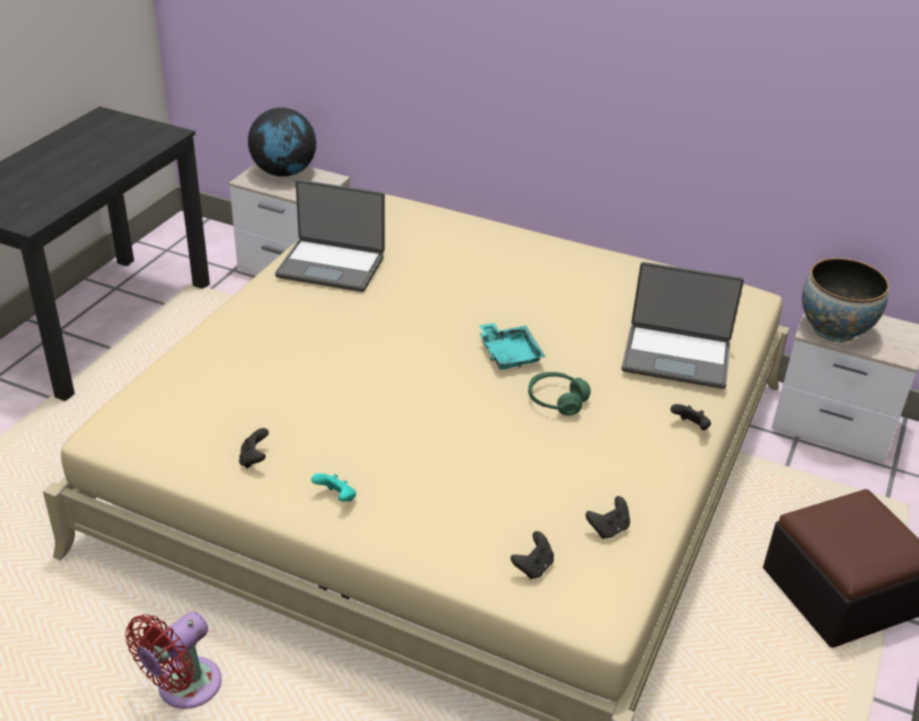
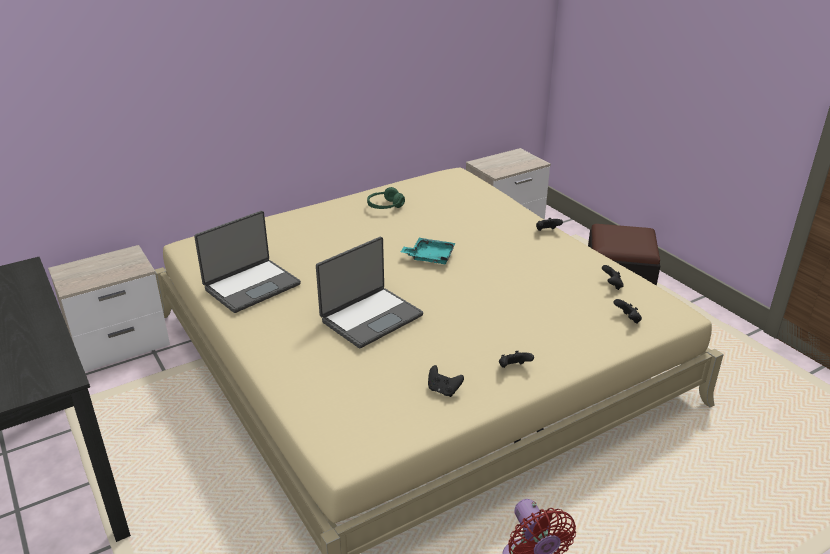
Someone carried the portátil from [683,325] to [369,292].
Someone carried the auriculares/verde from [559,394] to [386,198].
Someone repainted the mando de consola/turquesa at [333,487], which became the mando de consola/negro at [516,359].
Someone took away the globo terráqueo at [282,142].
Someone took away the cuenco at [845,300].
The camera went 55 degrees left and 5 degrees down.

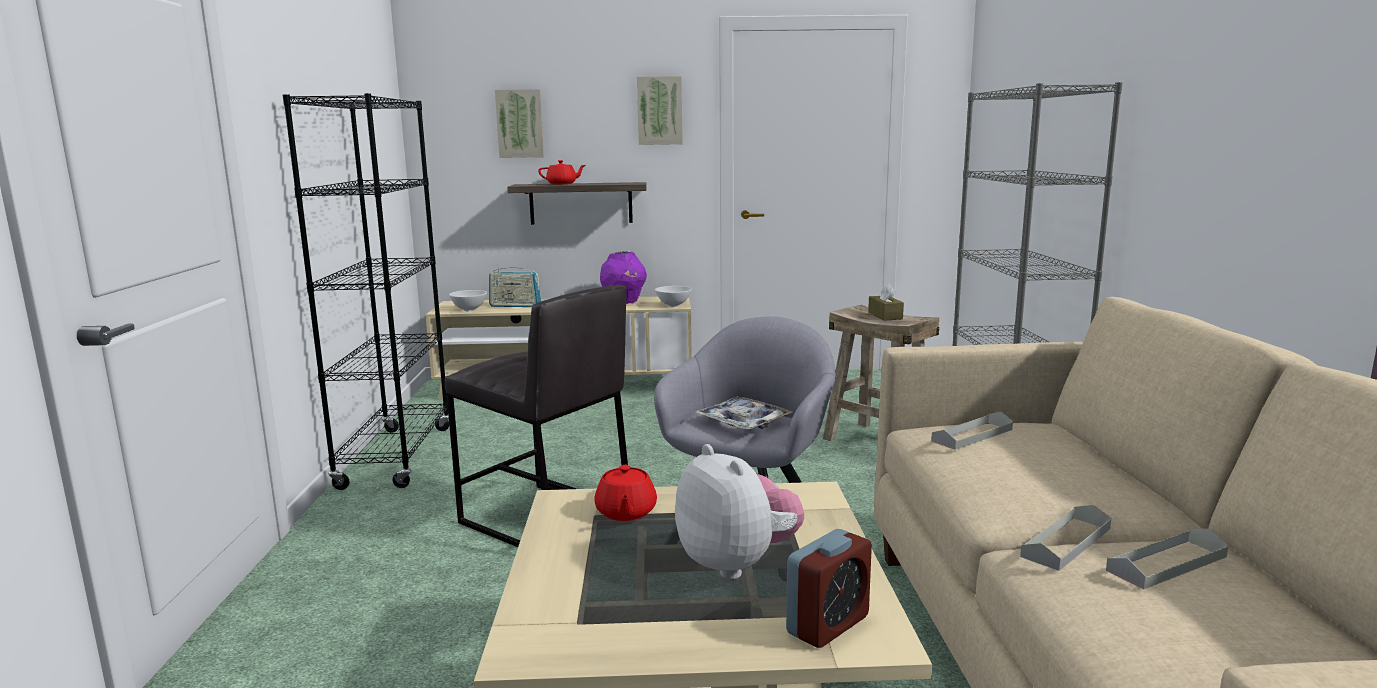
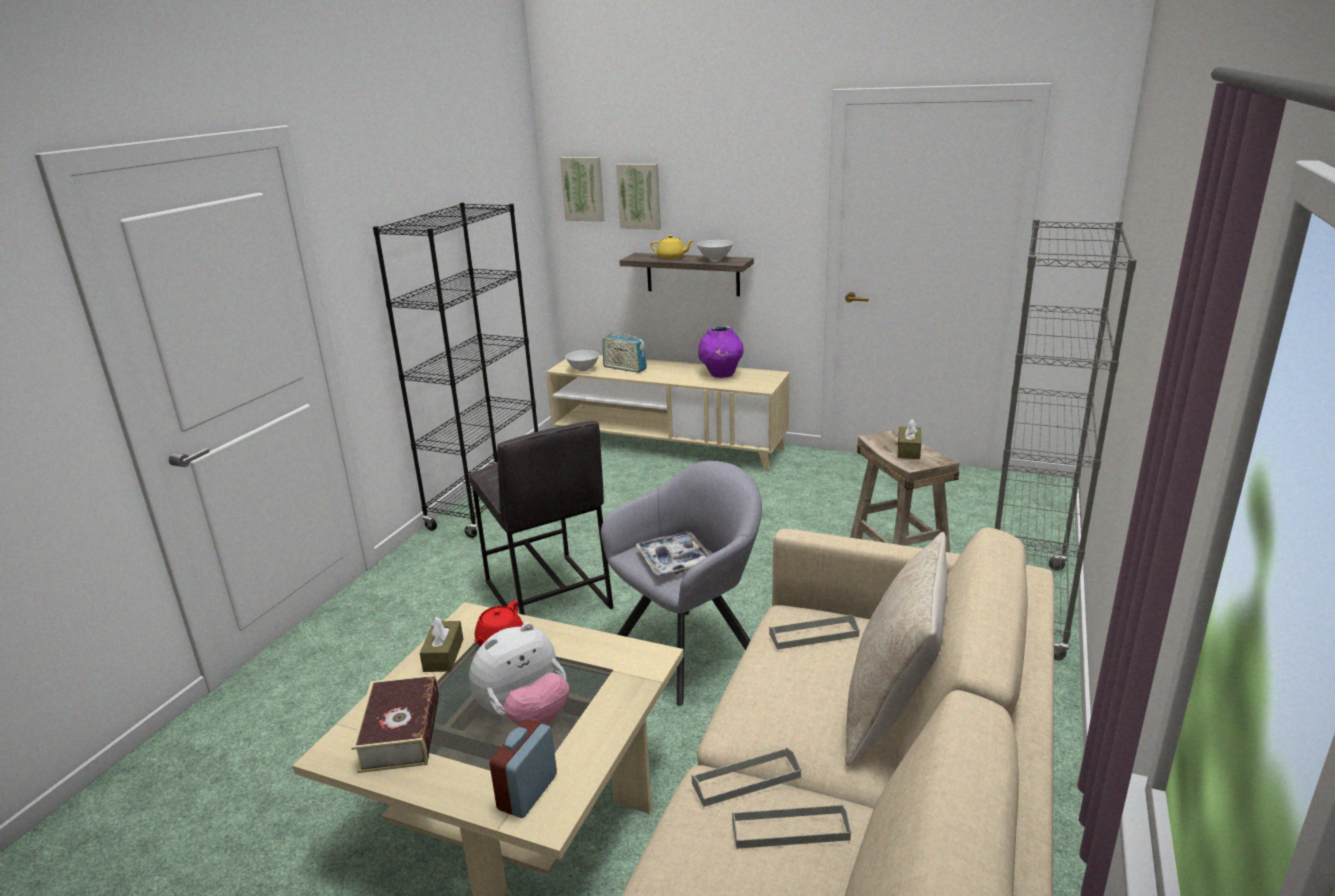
Someone put down the libro at [395,723].
Someone put down the caja de pañuelos/marrón at [441,644].
Someone rotated the peluche at [739,512] by 60 degrees clockwise.
Someone rotated the despertador at [829,588] by 135 degrees clockwise.
Someone carried the cuadro from [660,110] to [582,189].
Someone repainted the tetera/rojo at [562,172], which became the tetera/amarillo at [672,247].
Someone carried the cuenco/blanco from [673,296] to [715,250].
Someone put down the cojín/beis at [896,649].
The camera went 25 degrees right and 10 degrees up.

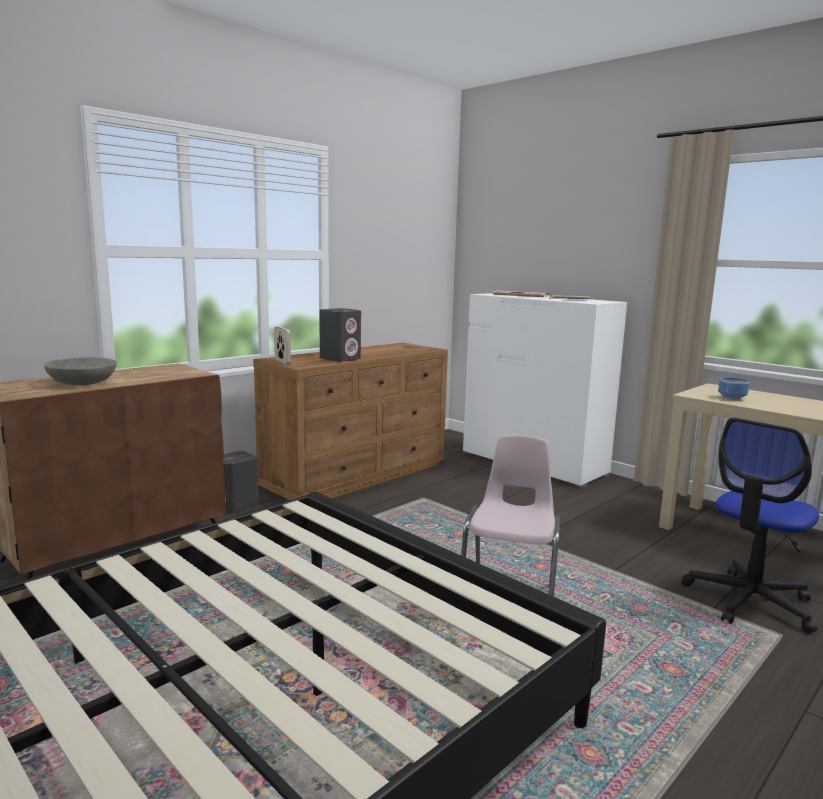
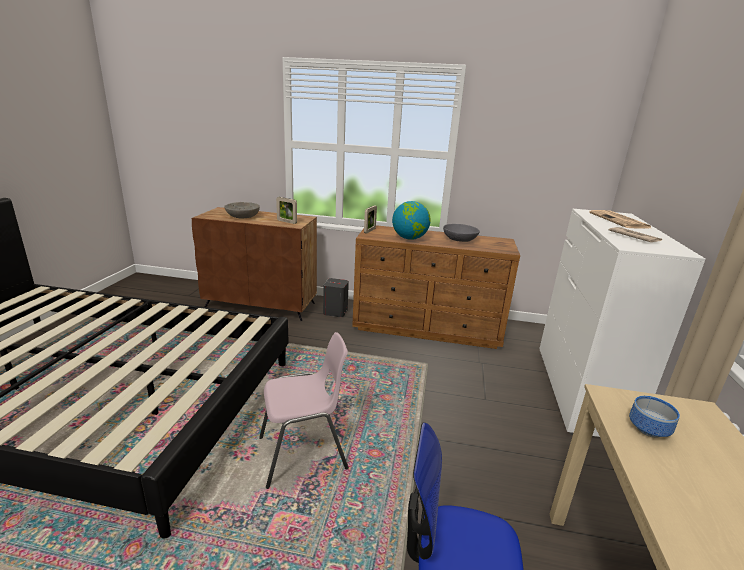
Someone put down the portarretratos at [286,210].
Someone swapped the altavoz/gris at [340,335] for the globo terráqueo at [411,220].
Someone put down the cuenco/gris at [461,233].
The camera went 55 degrees right and 10 degrees up.

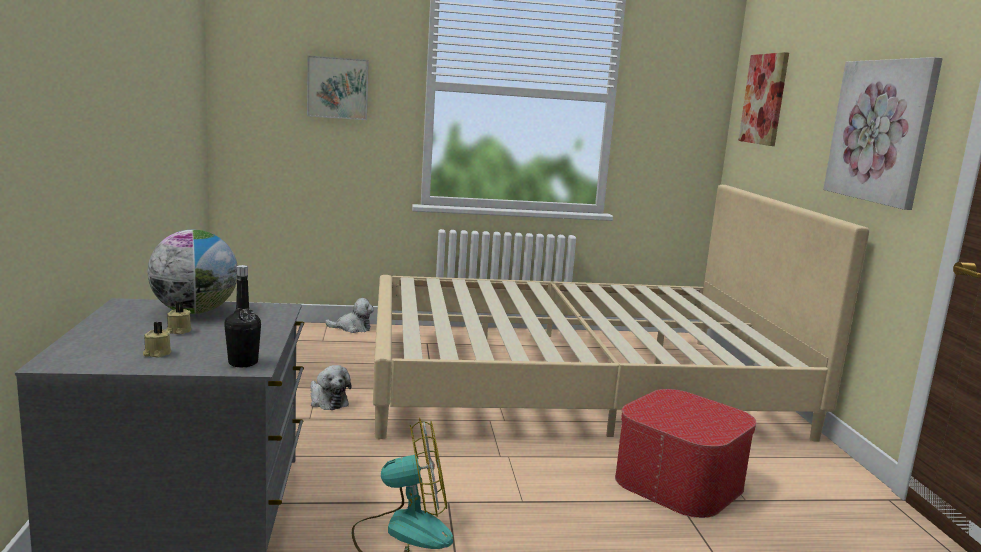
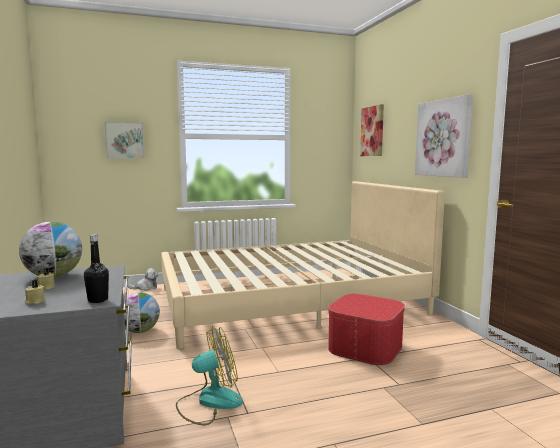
Someone swapped the peluche at [331,387] for the globo terráqueo at [141,313].
The camera went 10 degrees left and 5 degrees down.

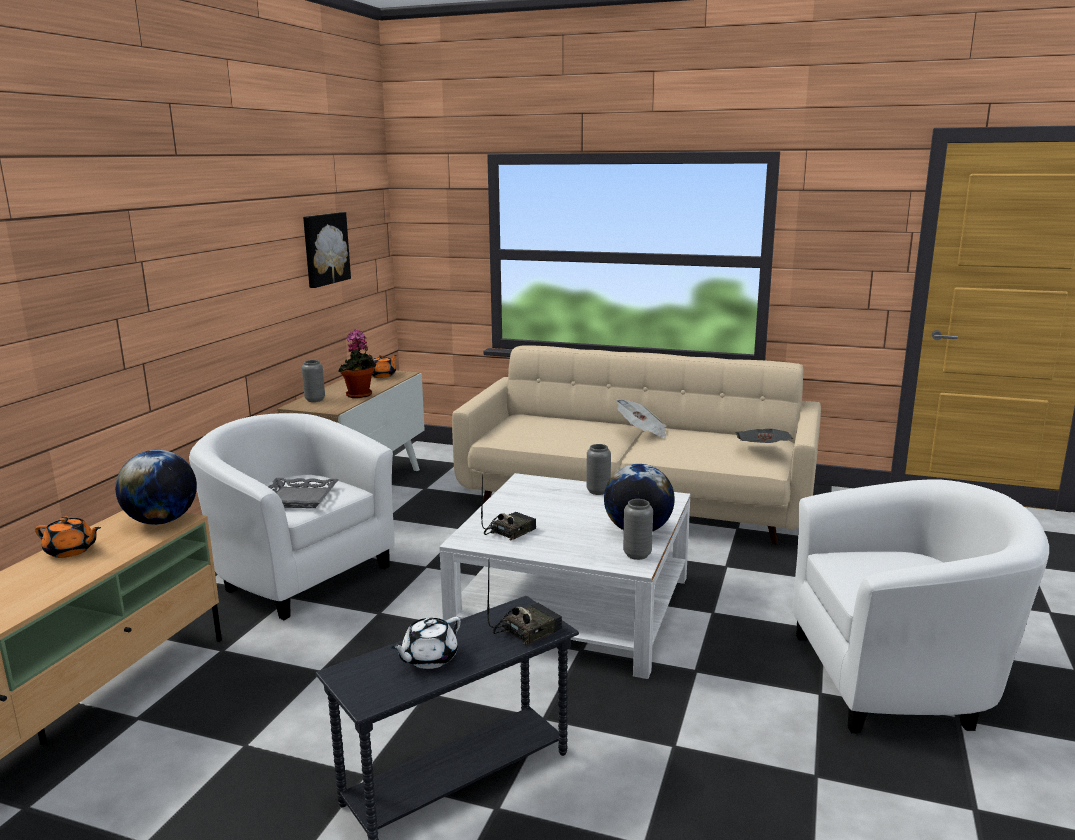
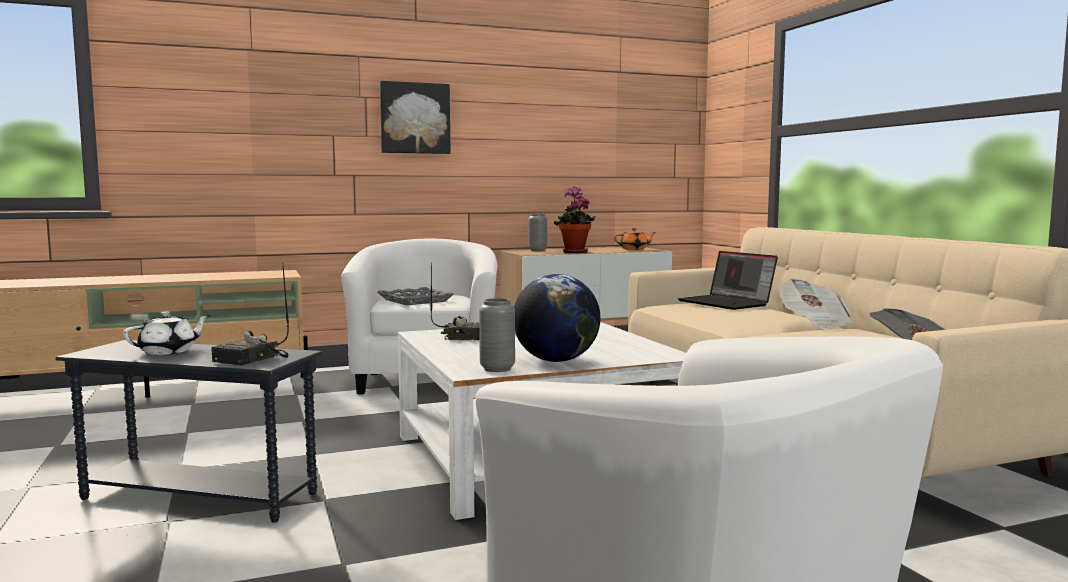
Someone rotated the tetera/blanco at [426,643] by 135 degrees clockwise.
Someone rotated the radio at [524,603] by 105 degrees clockwise.
Someone carried the cuadro from [327,250] to [415,117].
Someone put down the portátil at [728,280].
Someone took away the tetera/naranja at [68,537].
Someone took away the globo terráqueo at [156,487].
Someone took away the florero/gris at [598,469].
The camera went 50 degrees right and 10 degrees down.

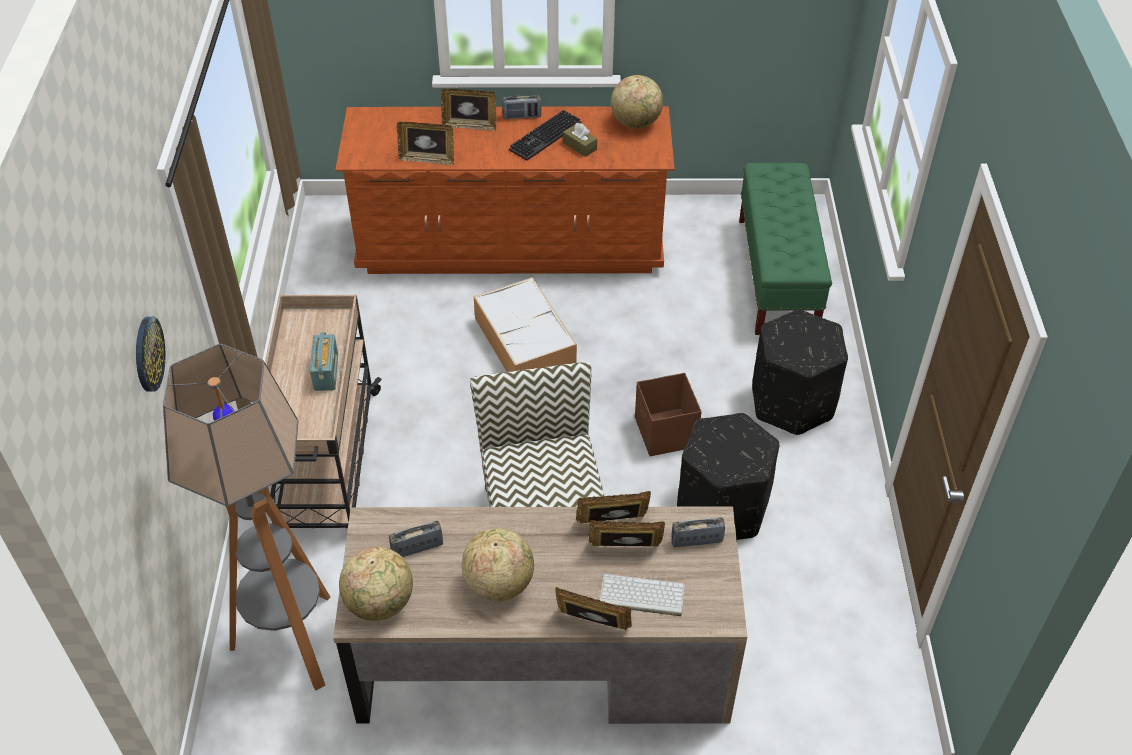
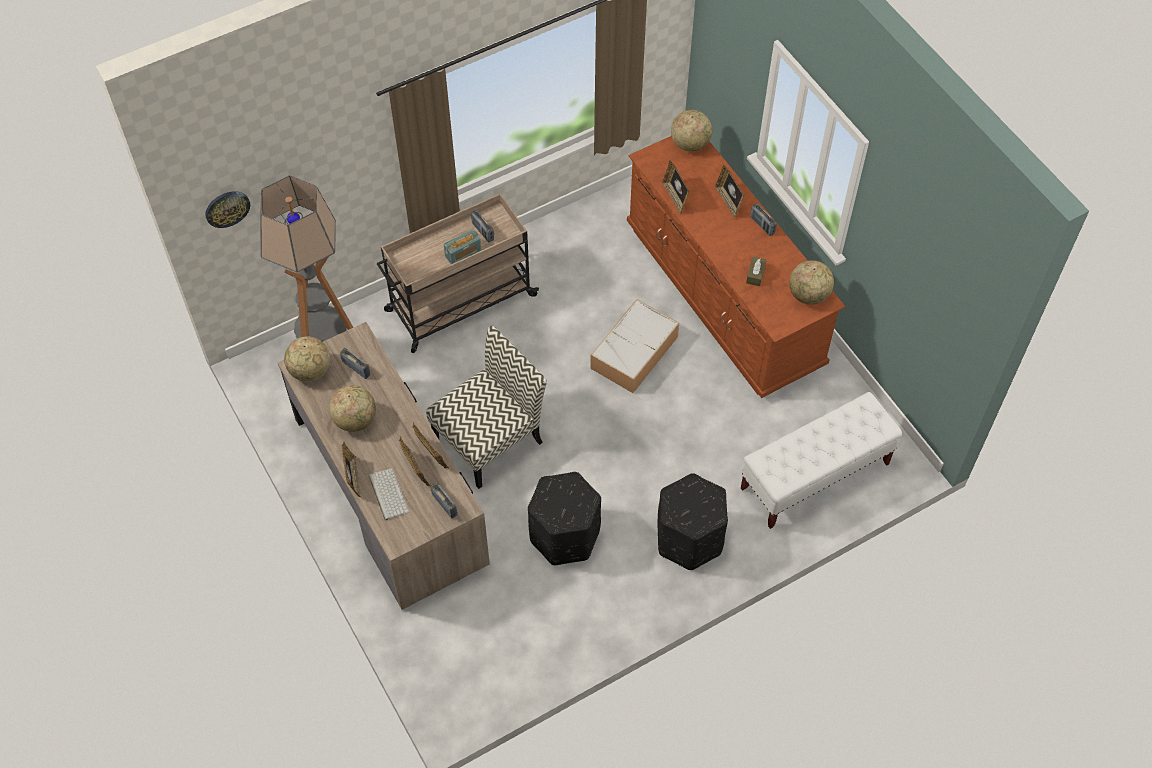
Someone carried the reloj de pared from [151,354] to [227,209].
Someone put down the radio at [482,226].
Someone put down the globo terráqueo at [691,131].
Someone repainted the banco/verde at [785,249], which became the banco/blanco at [821,460].
Someone took away the teclado at [545,135].
Someone took away the caja de almacenaje/marrón at [668,414].
The camera went 60 degrees right and 10 degrees up.

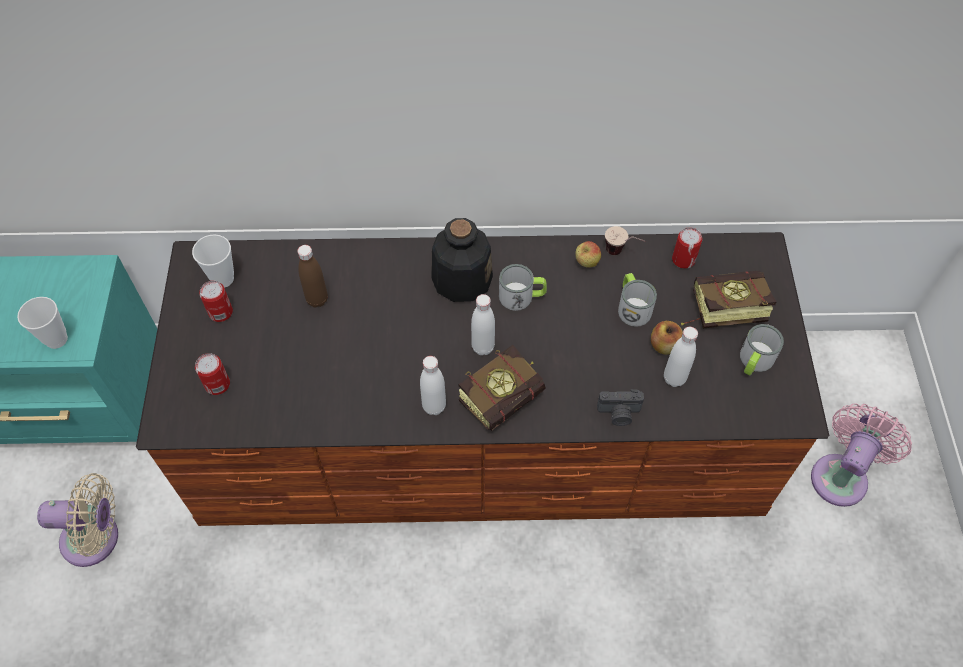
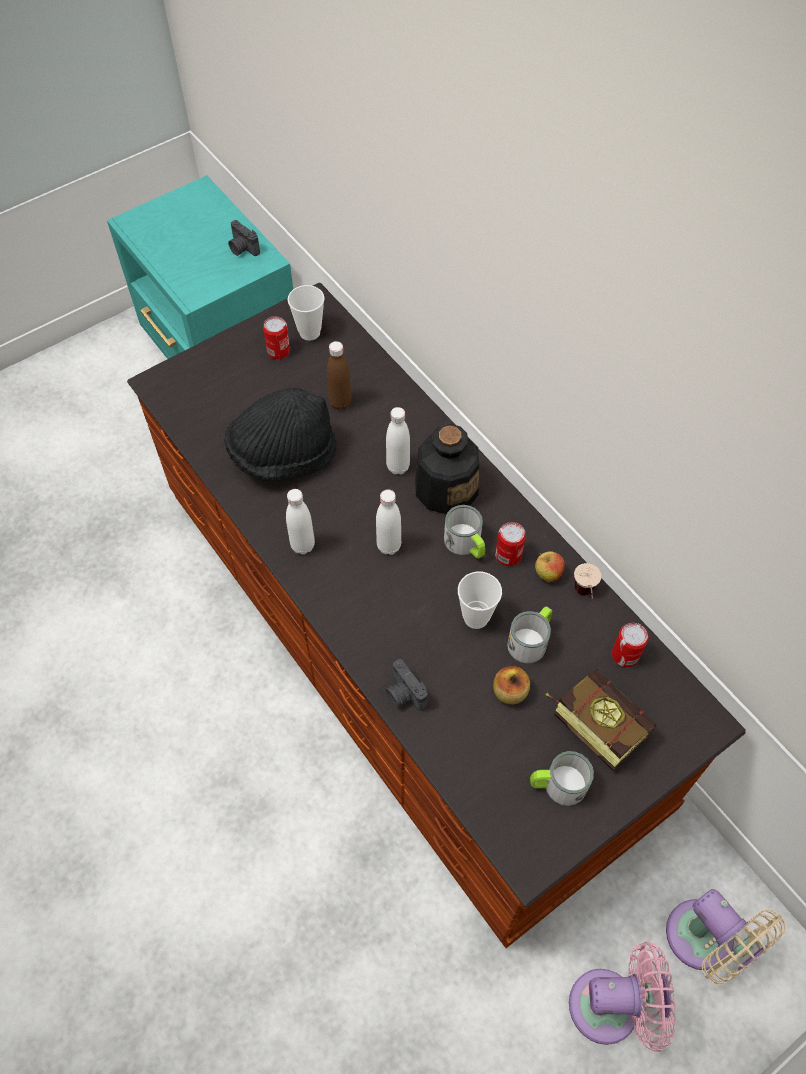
Someone put down the sombrero/negro at [280,434].
Someone put down the cámara at [244,238].
Someone carried the botella/blanco from [681,357] to [398,440].
Someone carried the taza from [42,323] to [480,600].
Someone carried the lata from [212,374] to [510,544].
Someone carried the ventilador/beis from [77,520] to [726,936].
Someone took away the libro at [502,387].
The camera went 55 degrees right and 0 degrees up.

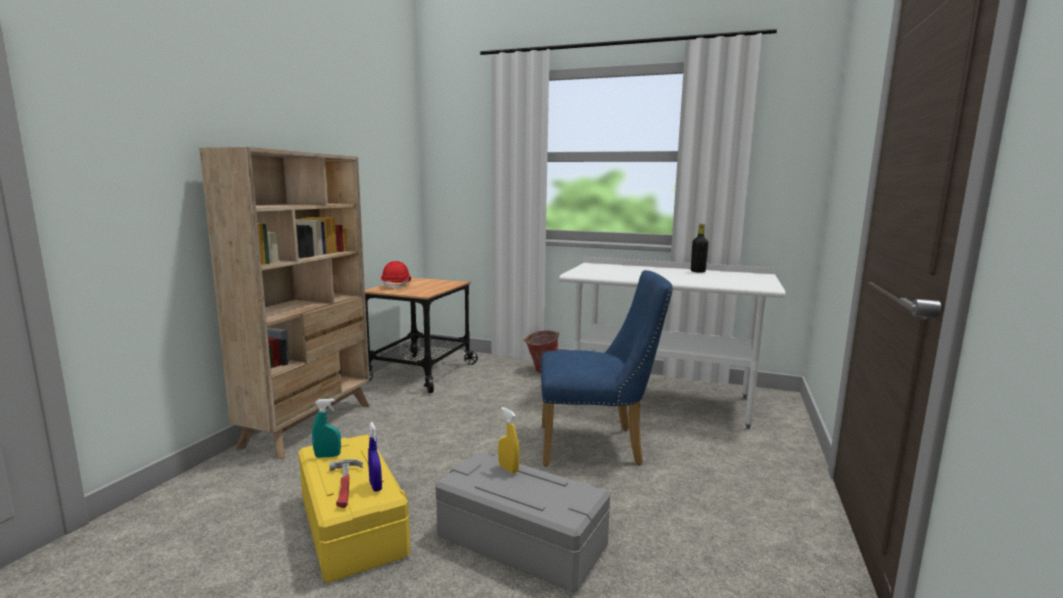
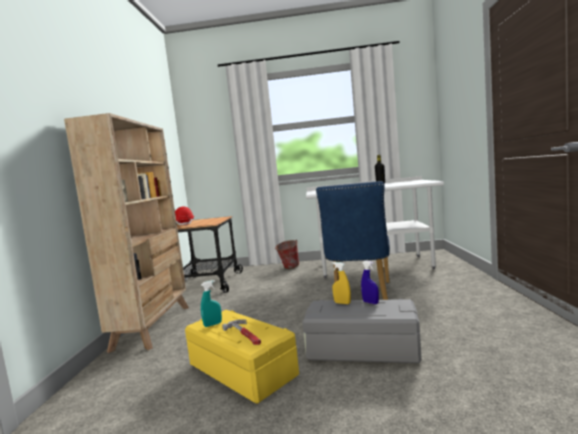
Someone rotated the silla/azul at [607,368] by 120 degrees clockwise.
Someone carried the pulverizador/azul from [375,457] to [370,282].
The camera went 15 degrees left and 5 degrees down.

